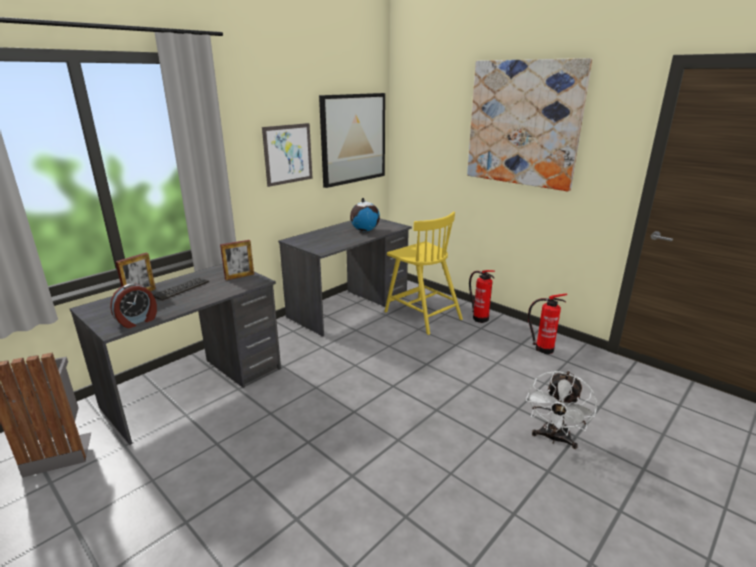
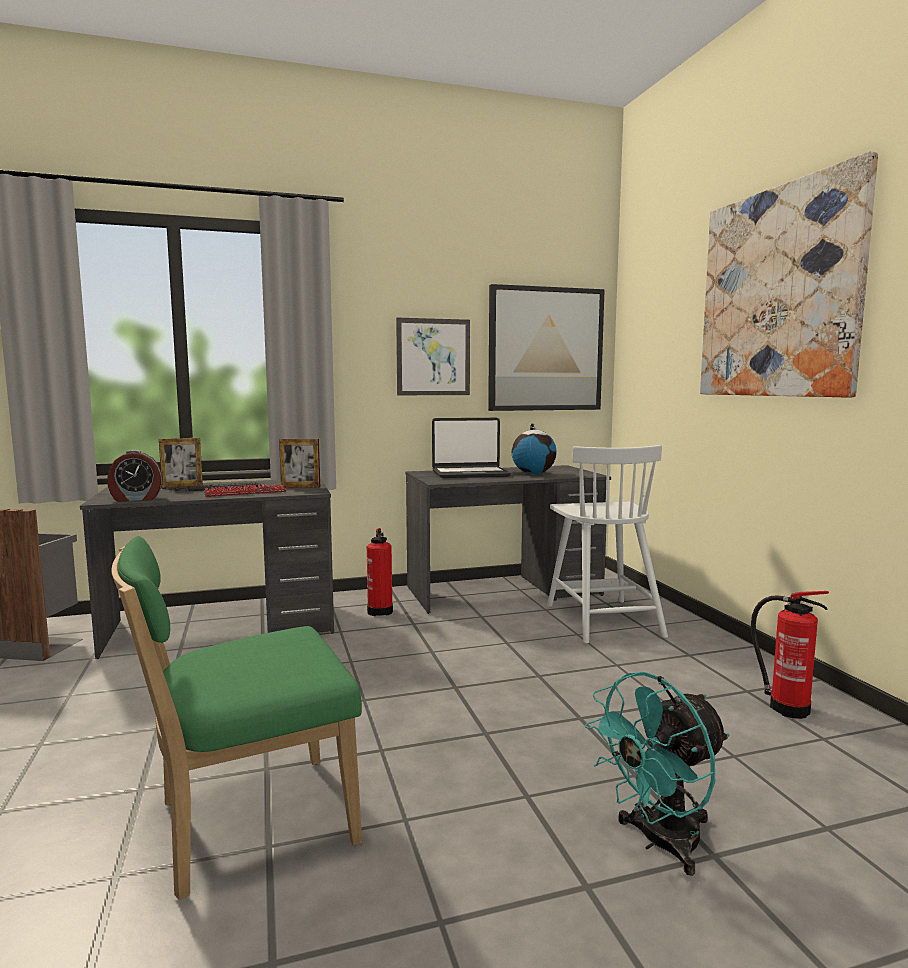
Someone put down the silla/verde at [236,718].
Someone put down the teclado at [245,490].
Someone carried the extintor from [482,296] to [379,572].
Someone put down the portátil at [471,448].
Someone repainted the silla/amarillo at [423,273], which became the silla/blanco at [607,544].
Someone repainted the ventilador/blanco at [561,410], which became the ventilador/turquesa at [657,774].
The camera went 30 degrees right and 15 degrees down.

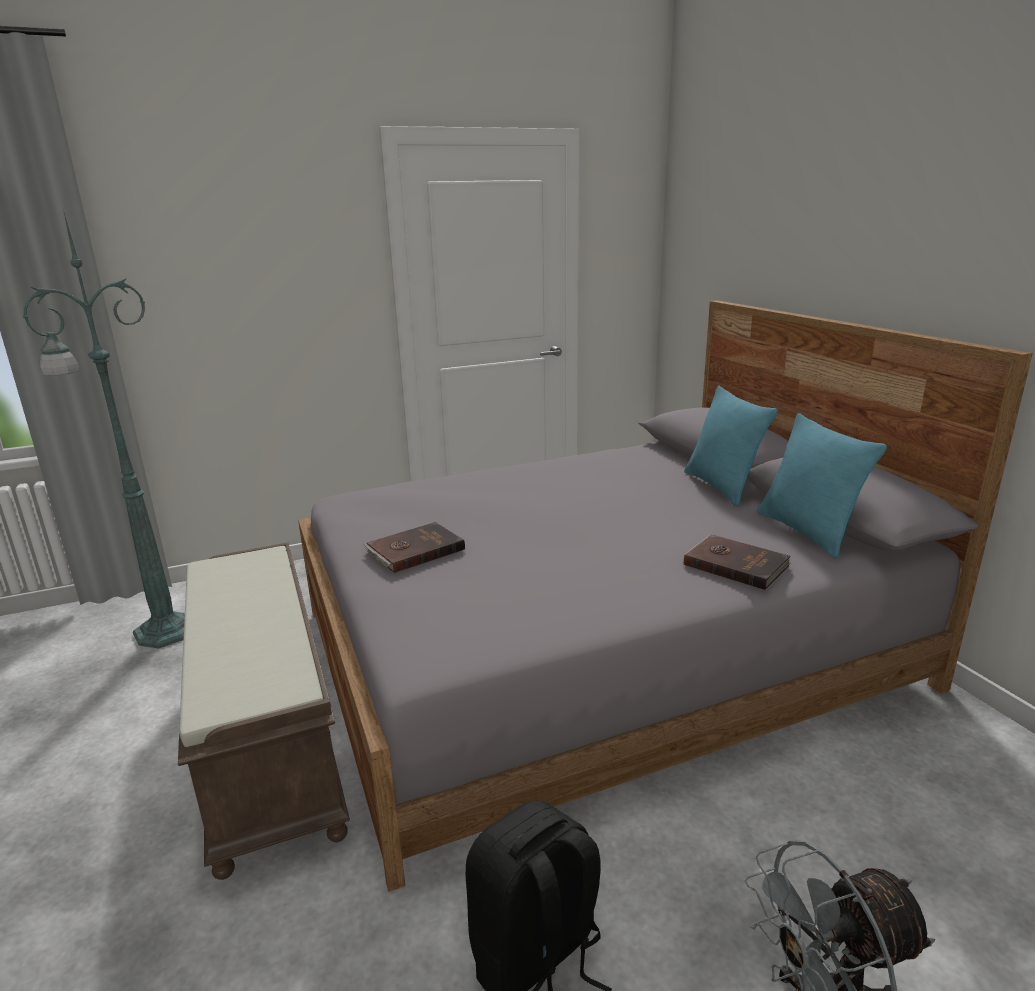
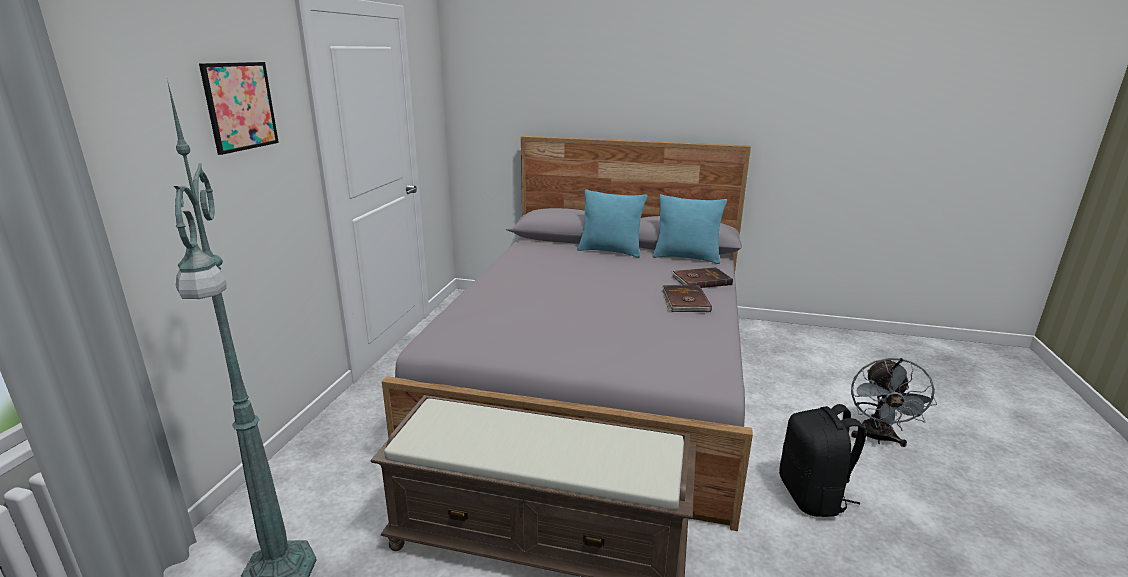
Someone put up the cuadro at [239,108].
Someone carried the libro/marrón from [414,547] to [687,298].
The camera went 55 degrees left and 0 degrees up.

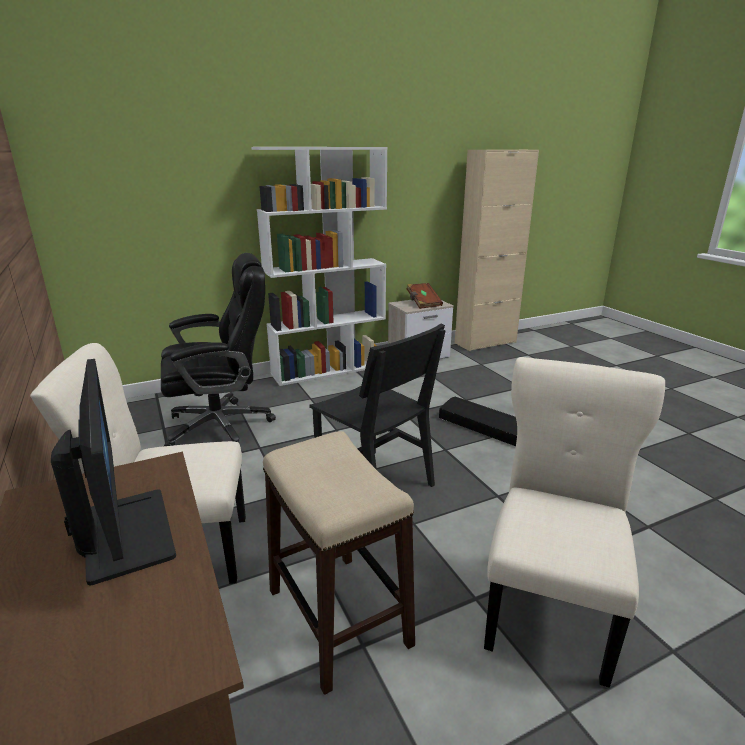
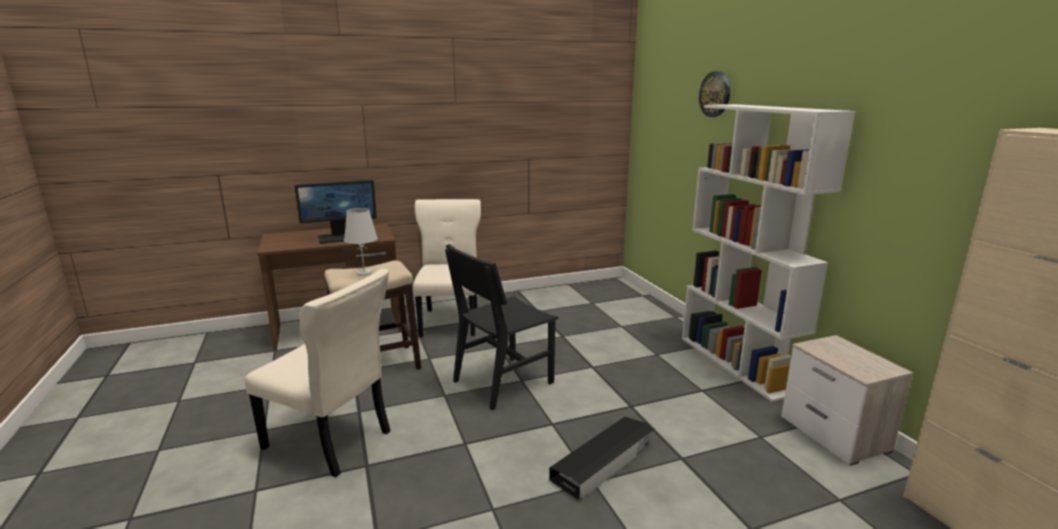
Someone put down the lámpara de mesa/blanco at [361,242].
Someone put up the reloj de pared at [714,94].
Someone took away the silla de oficina/negro at [218,349].
Someone took away the libro/marrón at [425,296].
The camera went 95 degrees right and 5 degrees down.

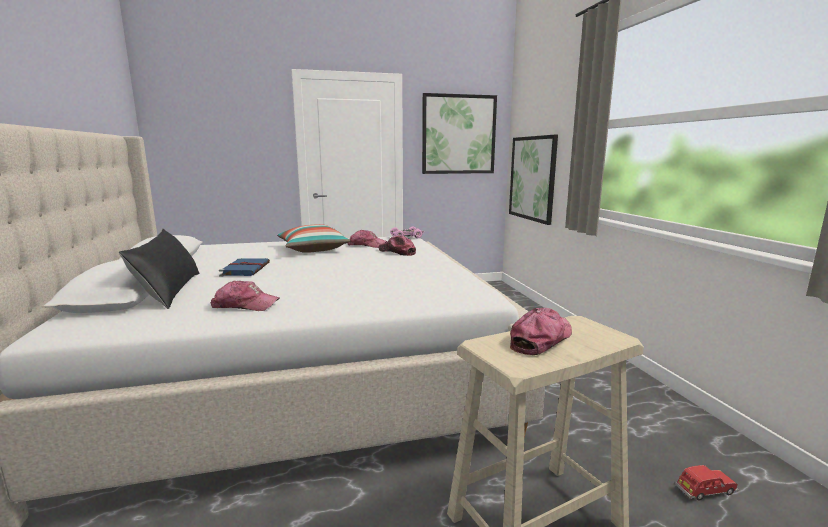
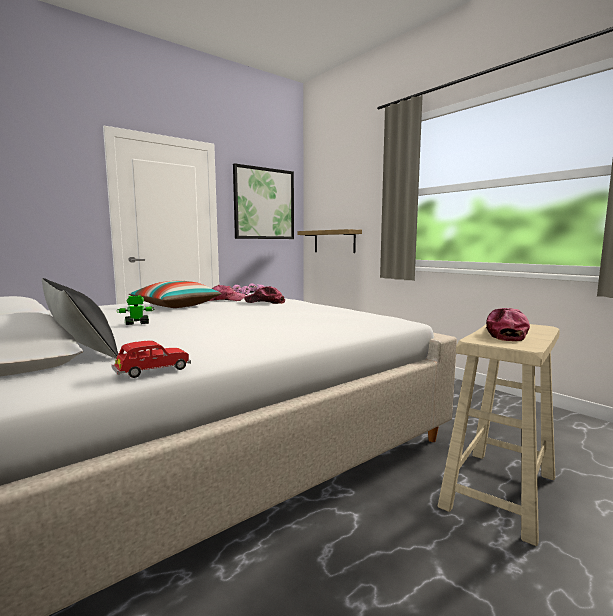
Someone carried the coche de juguete/rojo from [707,483] to [151,359].
Someone swapped the libro/azul at [244,267] for the robot de juguete at [135,310].
Someone swapped the cuadro at [533,180] for the estante at [329,241].
Someone took away the gorra at [245,295].
The camera went 25 degrees left and 5 degrees down.

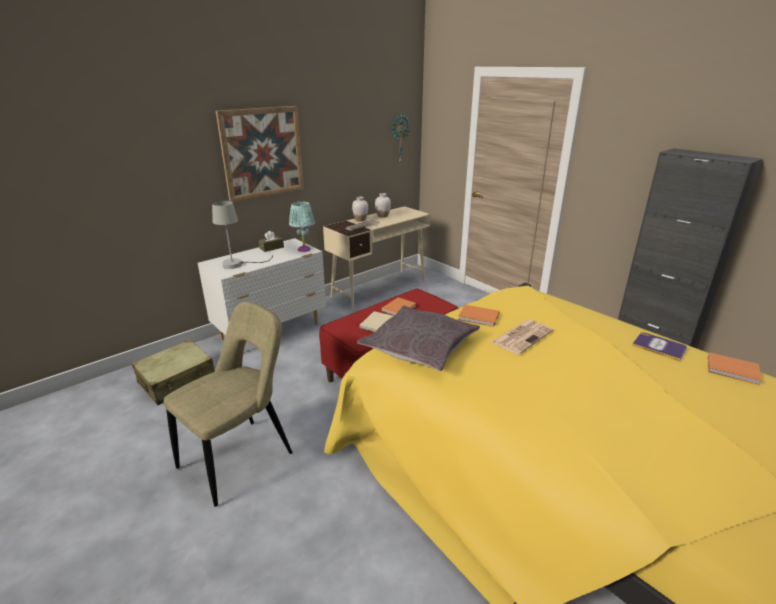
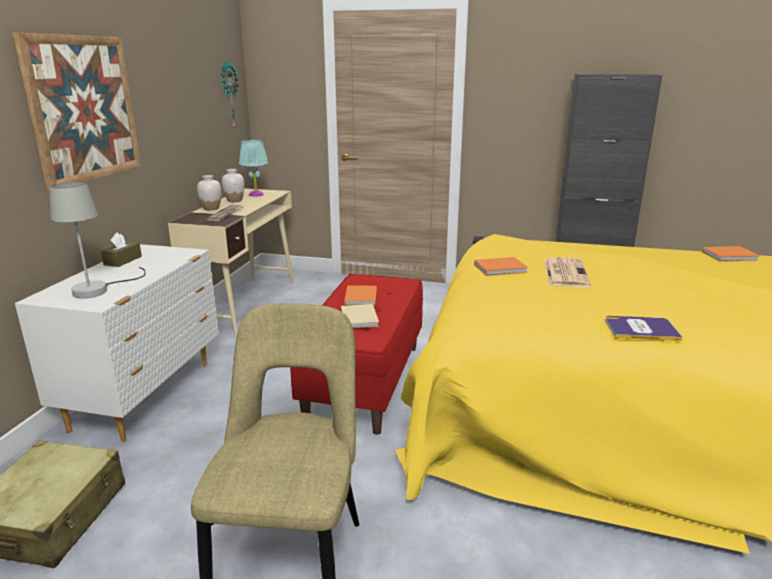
Someone carried the lámpara de mesa/turquesa from [302,226] to [254,168].
Someone carried the libro from [659,346] to [644,328].
Someone took away the cojín/gris at [418,338].
The camera went 35 degrees left and 5 degrees down.

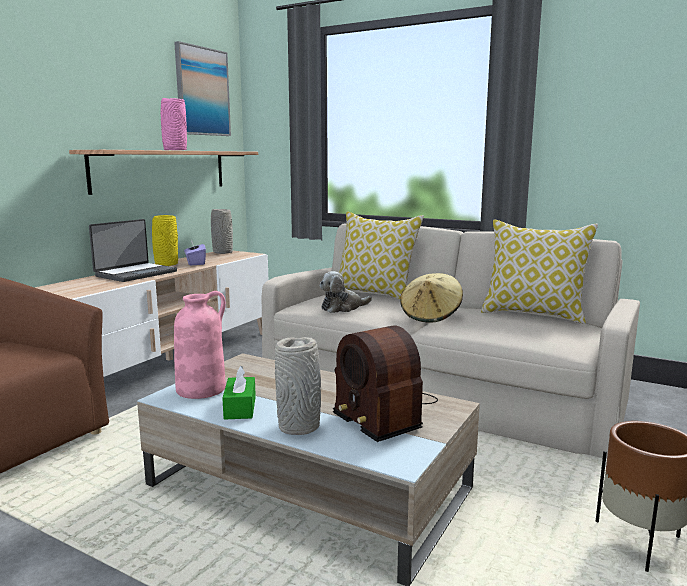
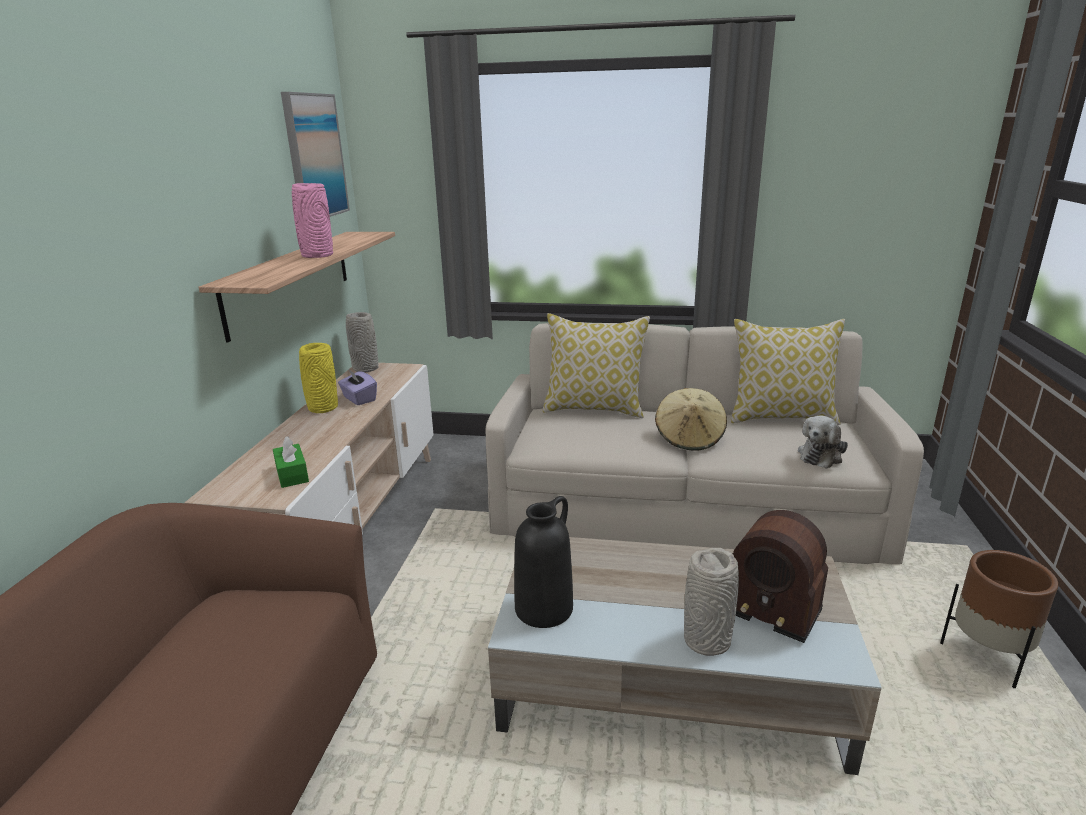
Someone carried the caja de pañuelos/verde from [239,393] to [291,462].
Someone repainted the florero/rosa at [200,345], which became the florero/negro at [543,562].
Someone carried the peluche from [345,292] to [823,442].
Someone took away the portátil at [133,250].
The camera went 20 degrees left and 10 degrees up.

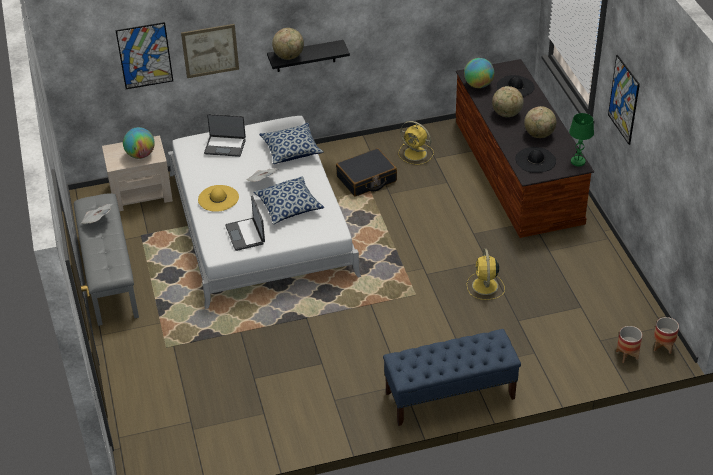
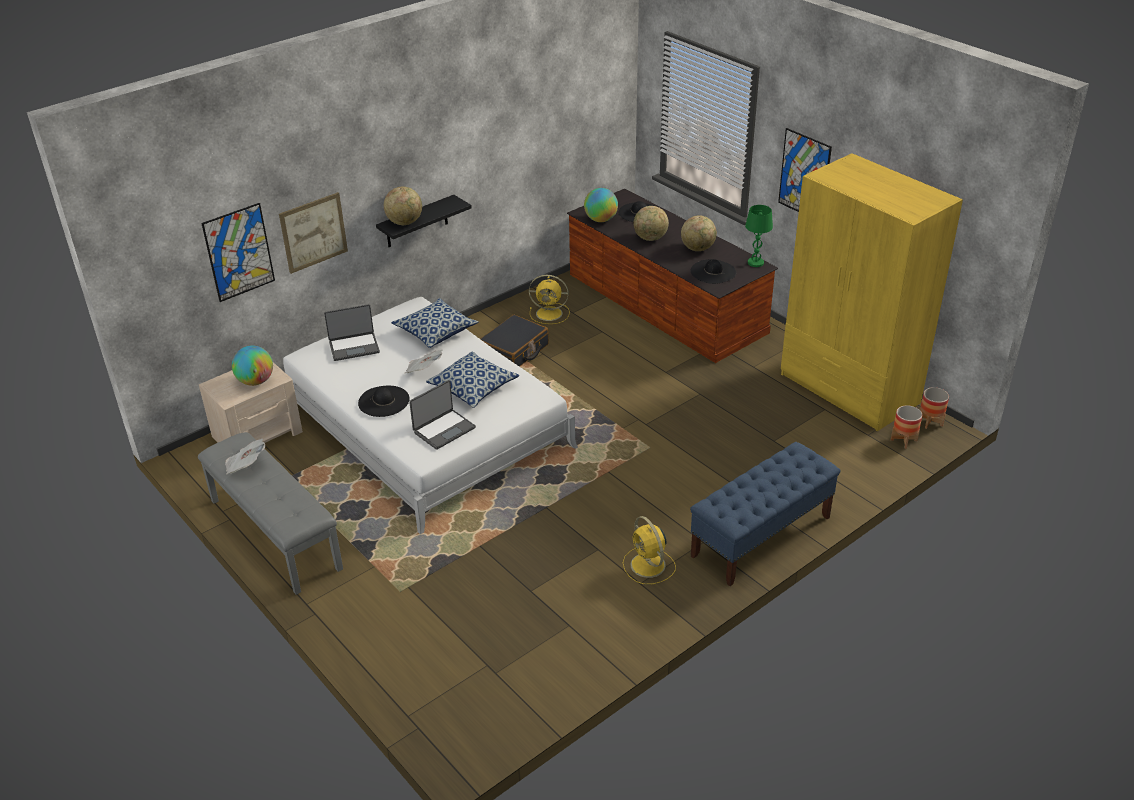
Someone repainted the sombrero/amarillo at [218,198], which became the sombrero/negro at [384,401].
Someone rotated the portátil at [245,223] by 90 degrees counterclockwise.
Someone carried the ventilador/amarillo from [486,274] to [649,550].
Someone put down the armario ropero/amarillo at [872,292].
The camera went 25 degrees left and 5 degrees down.

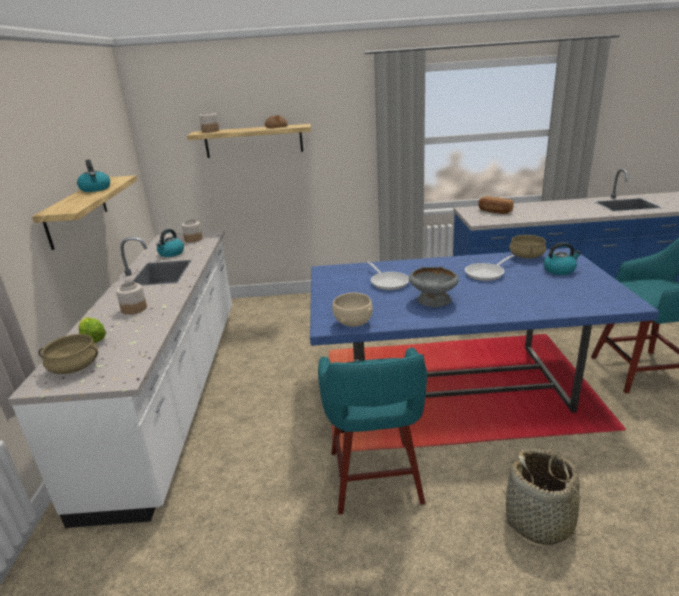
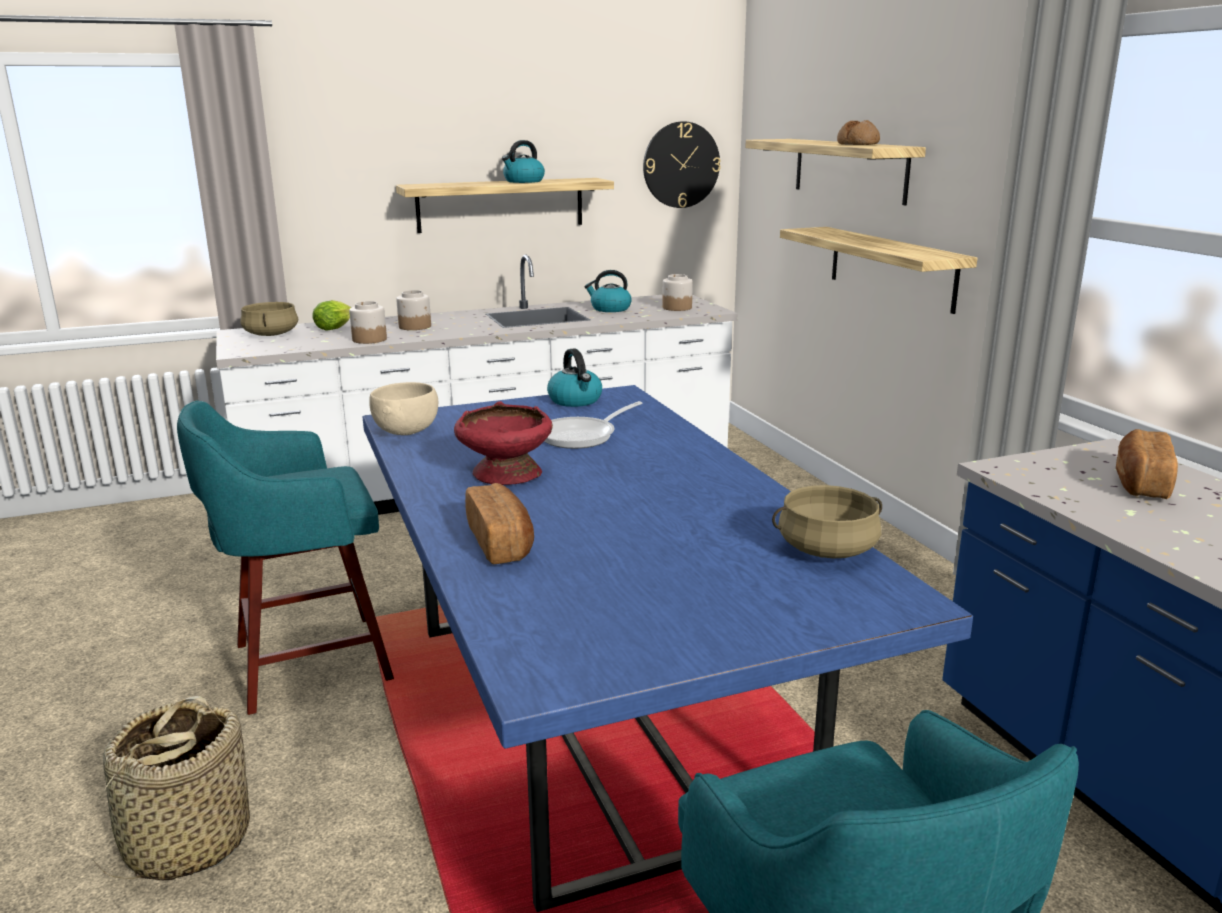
Someone carried the tarro from [209,122] to [368,322].
Someone repainted the cuenco/gris at [434,287], which became the cuenco/rojo at [503,443].
Someone put down the pan at [499,523].
Someone carried the hervidor from [562,258] to [574,377].
Someone put up the reloj de pared at [682,164].
Someone put up the estante at [878,270].
Someone took away the sartén at [489,268].
The camera went 70 degrees right and 5 degrees down.

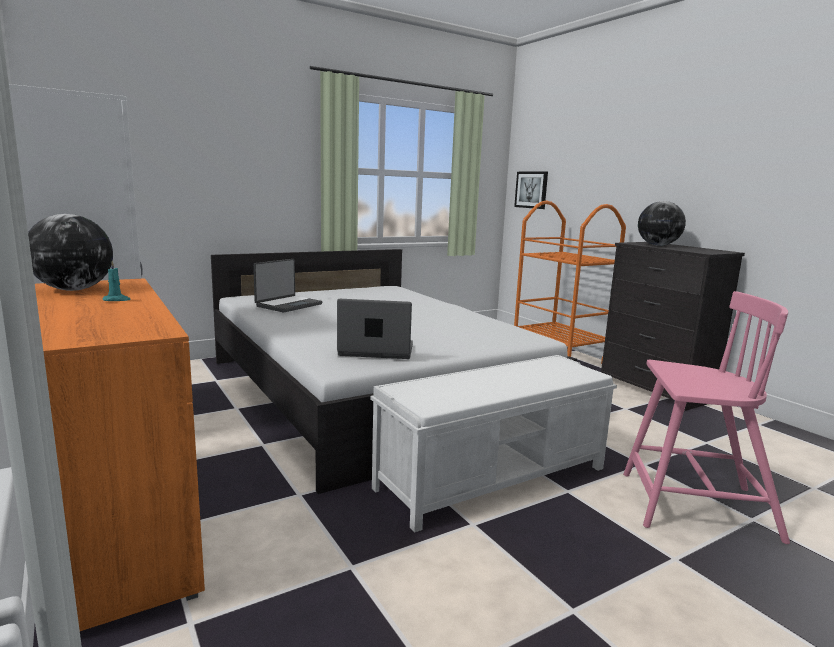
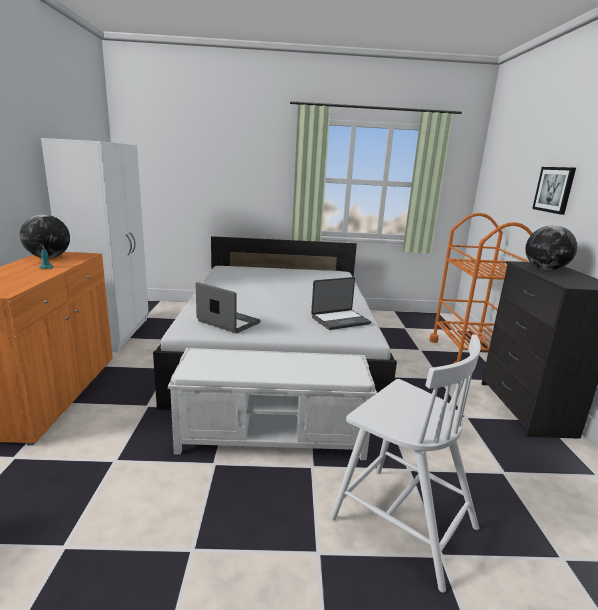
Someone carried the portátil from [287,285] to [341,303].
Someone repainted the silla/rosa at [706,417], which became the silla/blanco at [405,463].
Someone carried the cuadro from [531,190] to [554,191].
The camera went 30 degrees right and 5 degrees up.

